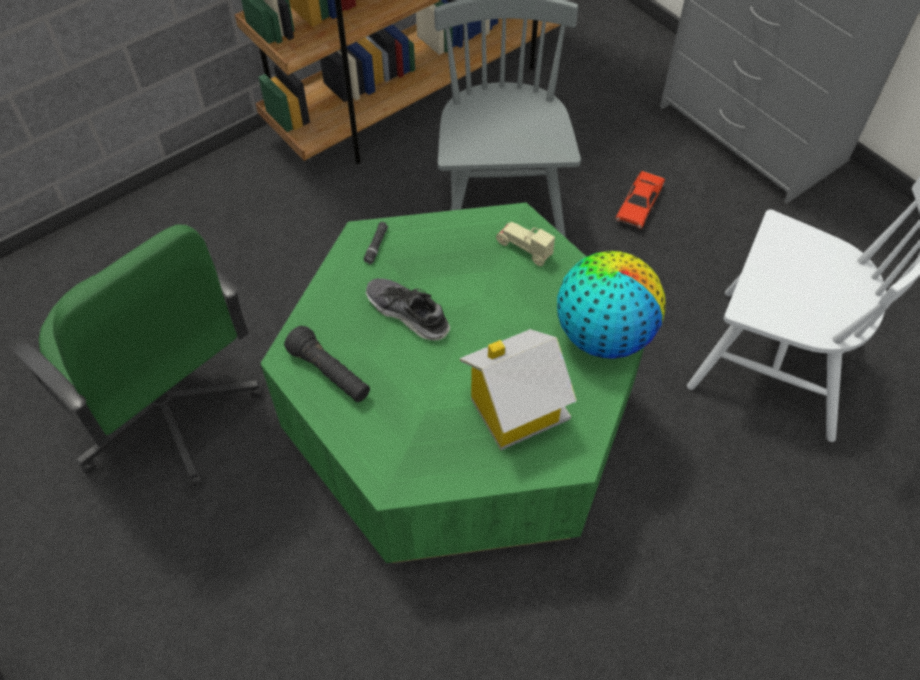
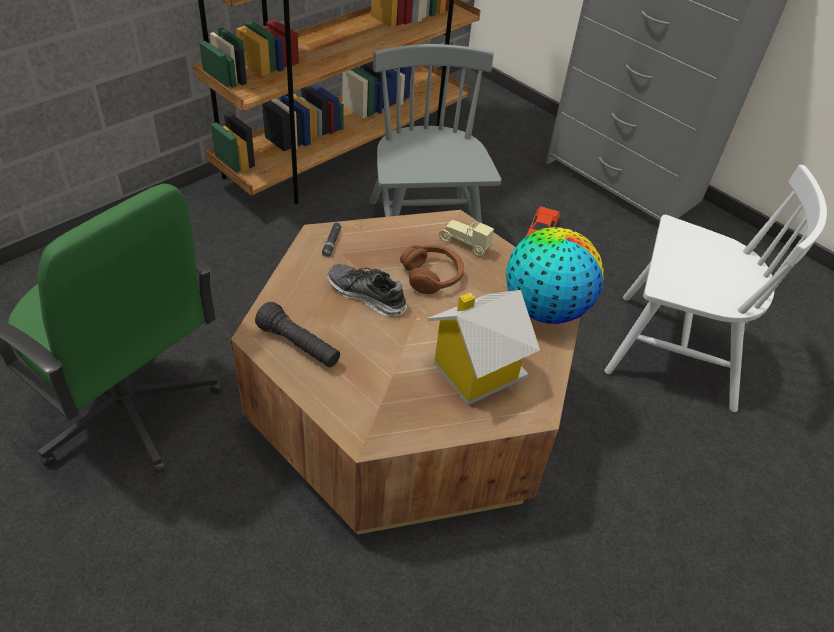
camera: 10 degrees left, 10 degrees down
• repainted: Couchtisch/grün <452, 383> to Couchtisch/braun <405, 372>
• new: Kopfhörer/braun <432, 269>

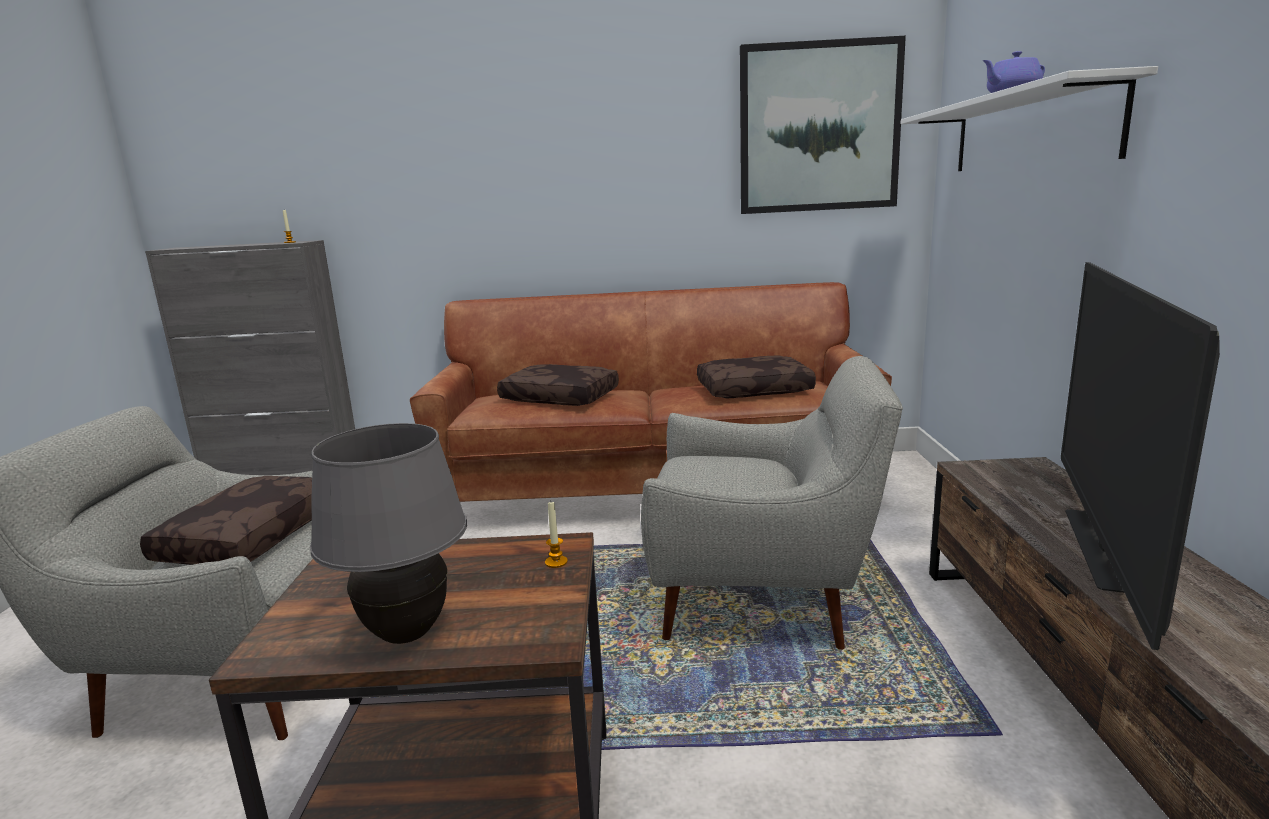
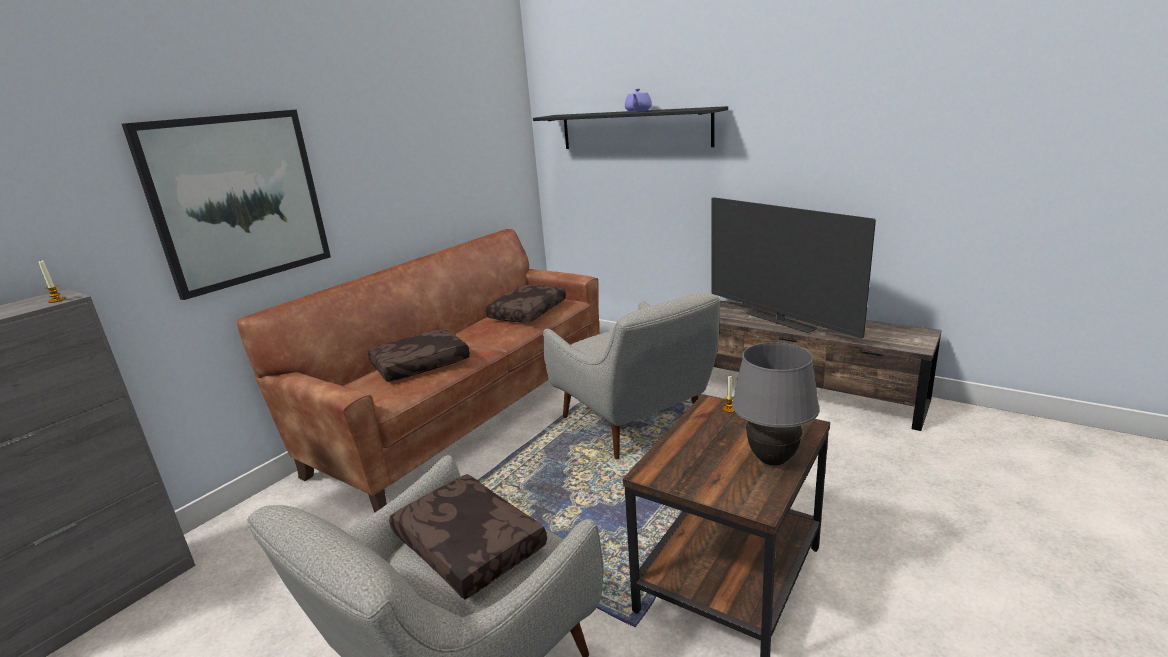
camera: 55 degrees left, 5 degrees up
• rotated: Sessel/grau <772, 503> = <631, 376> 105 degrees clockwise
• shifted: Bild <823, 125> to <226, 204>
• repainted: Wandregal/weiß <1029, 118> to Wandregal/schwarz <630, 127>

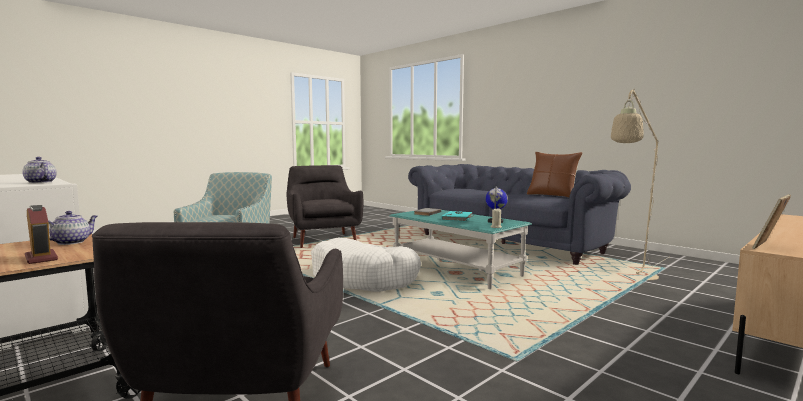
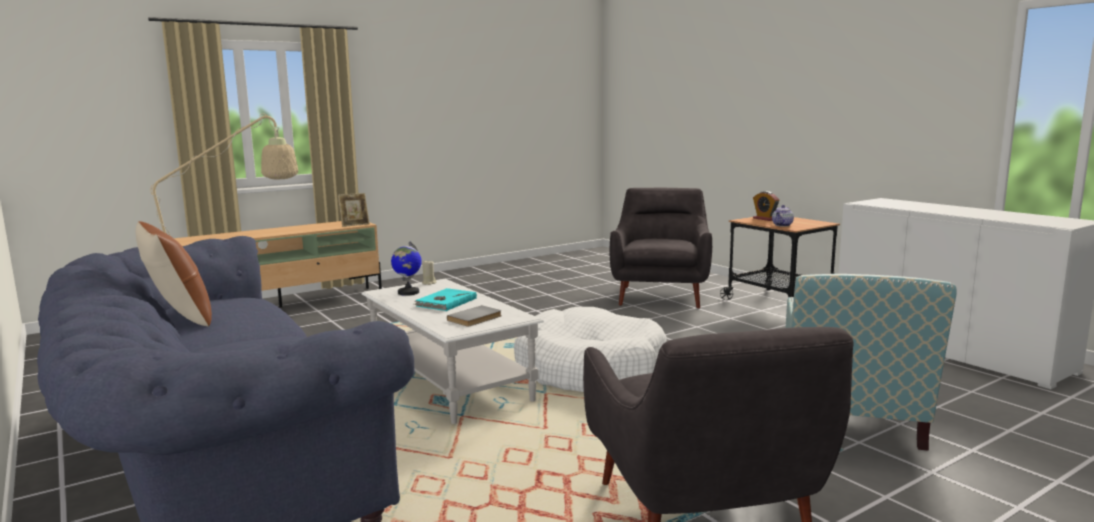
camera: 170 degrees left, 5 degrees up
• gone: Teekanne <39, 170>
• repainted: Couchtisch/türkis <460, 249> to Couchtisch/weiß <452, 351>

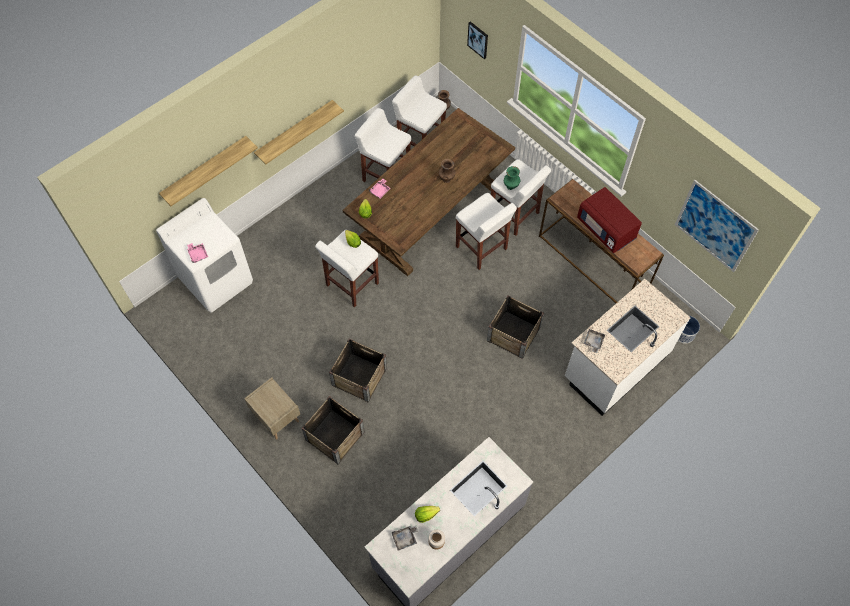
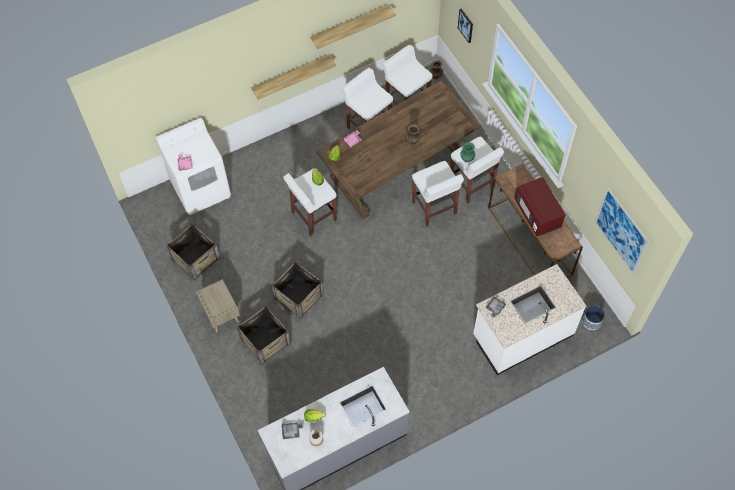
camera: 15 degrees right, 0 degrees up
• shifted: Wandregal <208, 171> to <353, 26>
• shifted: Kiste <515, 327> to <193, 251>

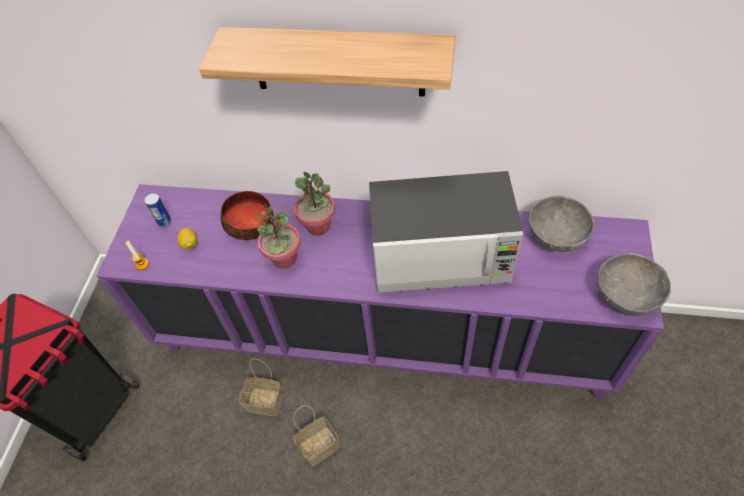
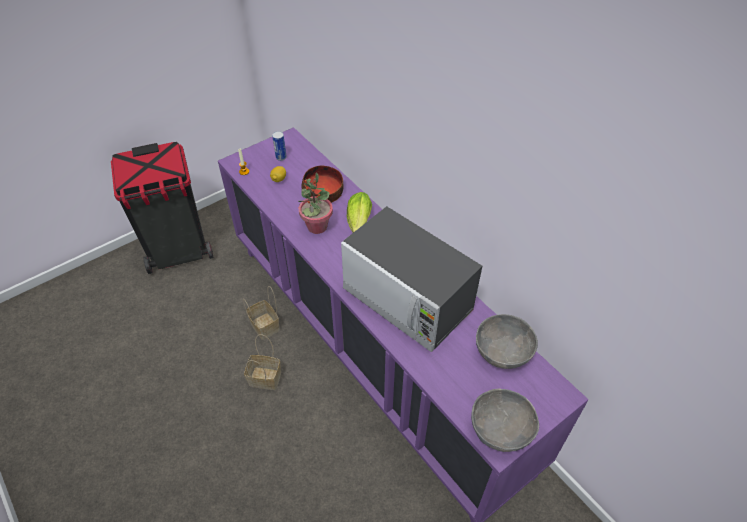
camera: 40 degrees right, 5 degrees down
• gone: Wandregal <327, 62>
• swapped: Topfpflanze <314, 204> to Salatkopf <359, 212>

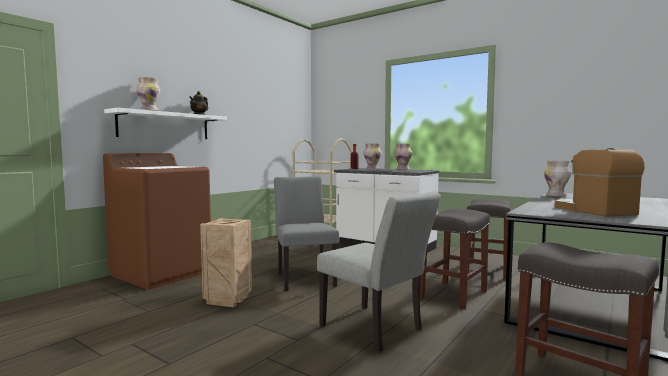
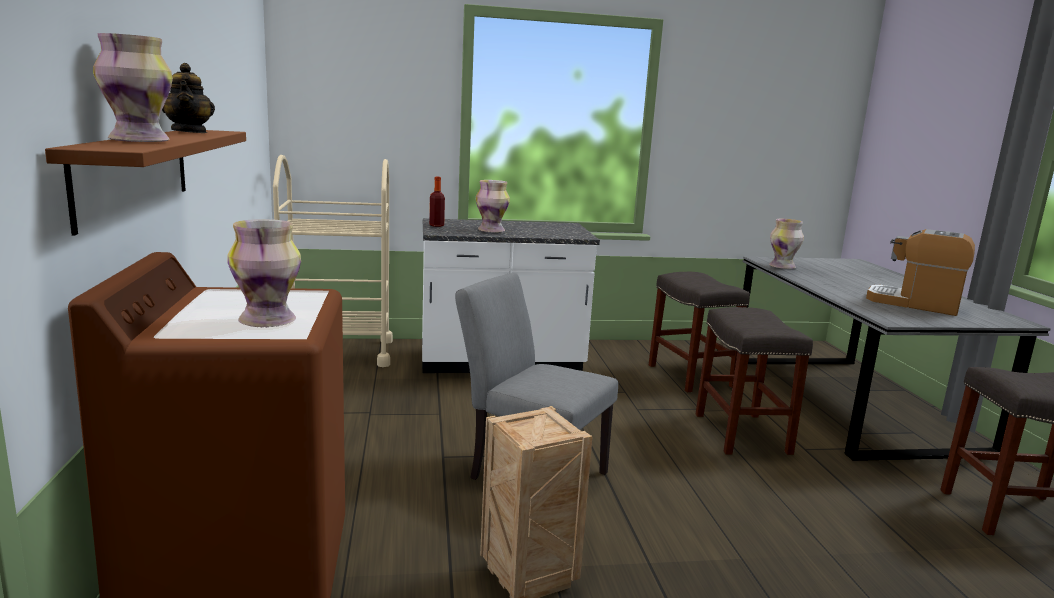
camera: 45 degrees left, 10 degrees up
• repainted: Wandregal/weiß <165, 123> to Wandregal/braun <145, 182>
• gone: Stuhl/grau <379, 271>
• shifted: Vase <403, 157> to <264, 273>

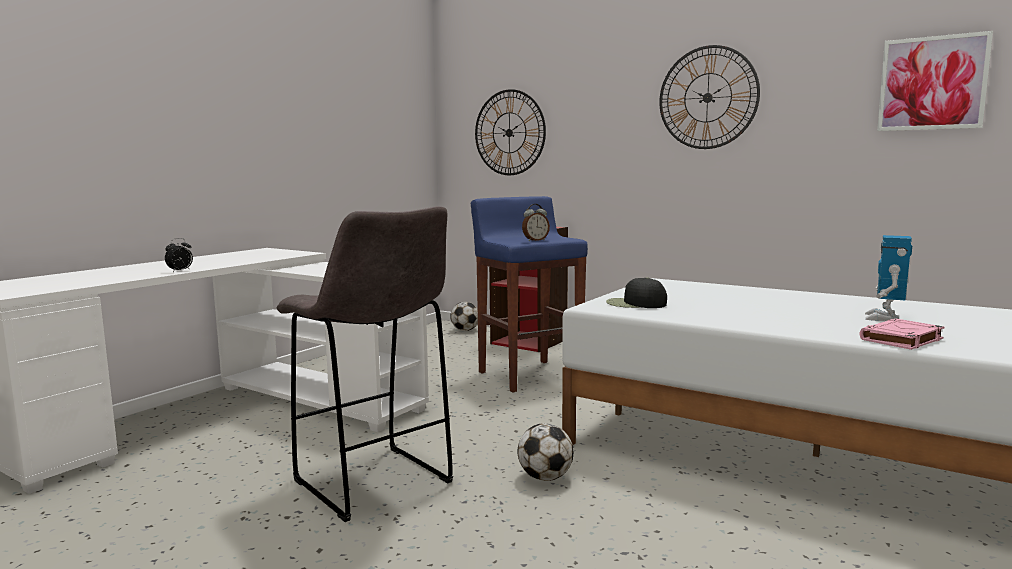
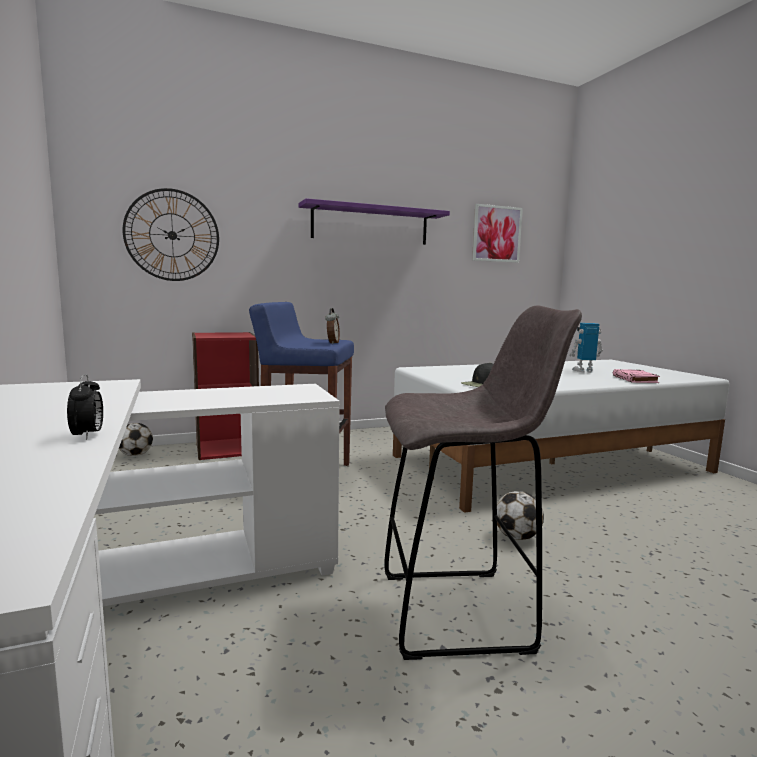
camera: 55 degrees left, 0 degrees up
• swapped: Wanduhr <709, 97> to Wandregal/lila <374, 221>
• rotated: Spielzeugroboter <888, 278> = <586, 348> 120 degrees clockwise

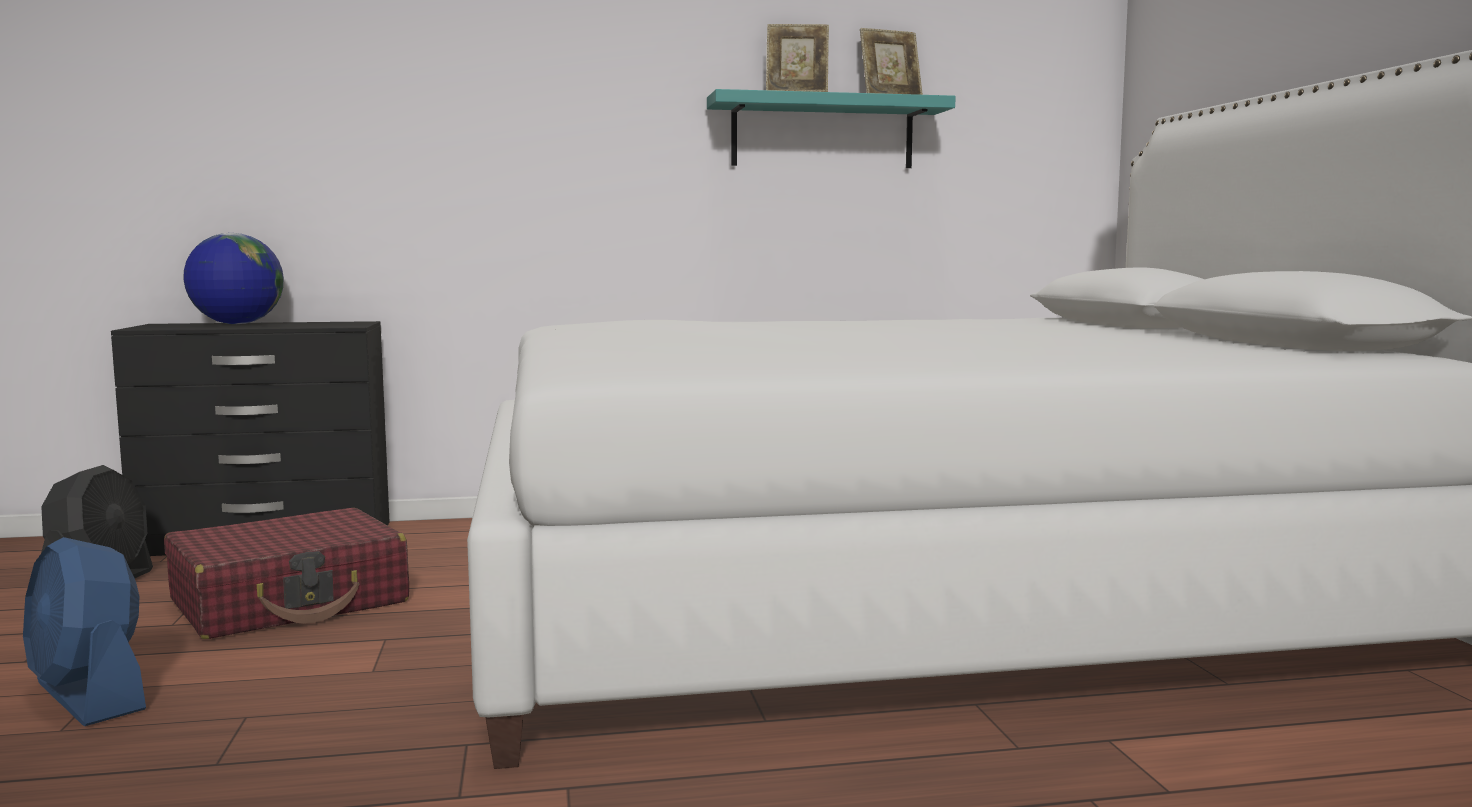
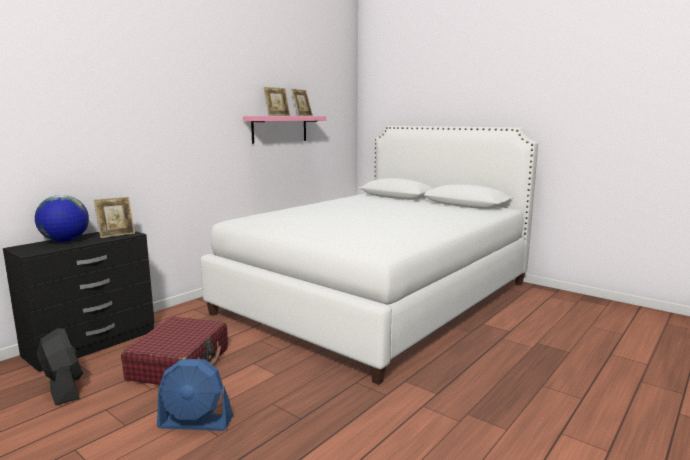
camera: 40 degrees left, 5 degrees up
• repainted: Wandregal/türkis <831, 128> to Wandregal/rosa <284, 130>
• new: Bilderrahmen <114, 217>

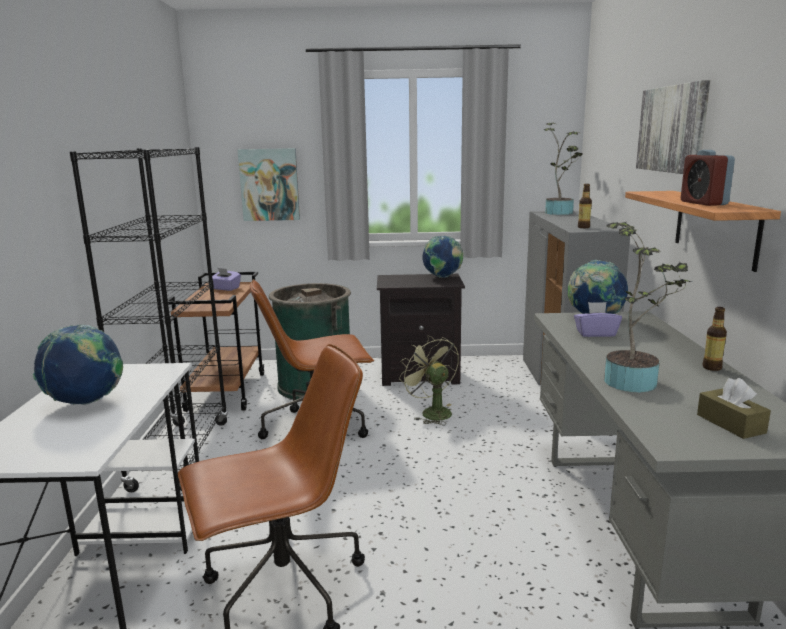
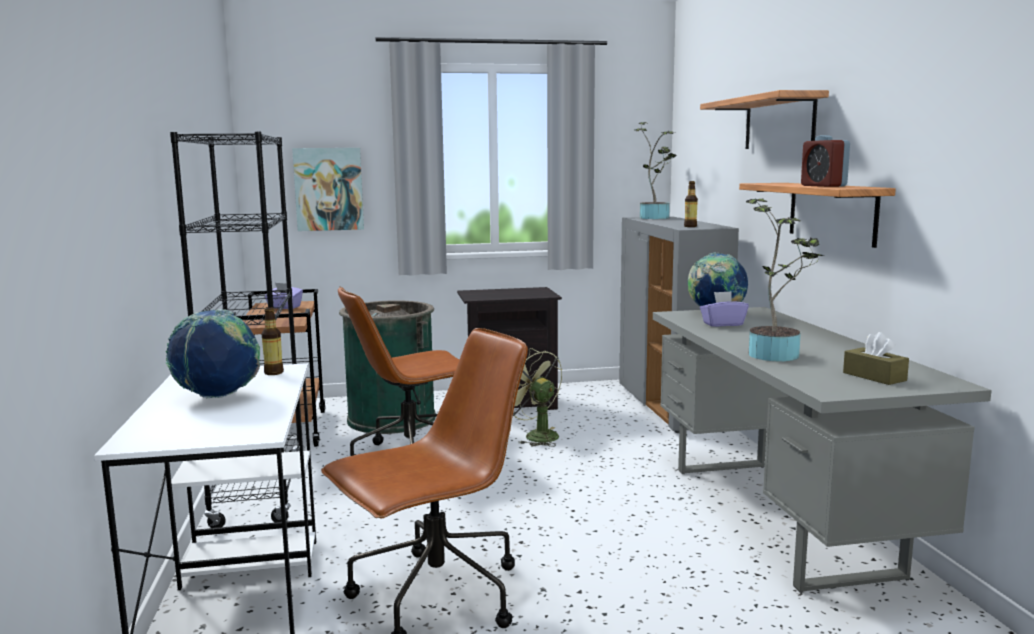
camera: 10 degrees left, 5 degrees down
• gone: Globus <443, 257>
• swapped: Bild <673, 127> to Wandregal <764, 119>
• shifted: Flasche <714, 339> to <273, 341>

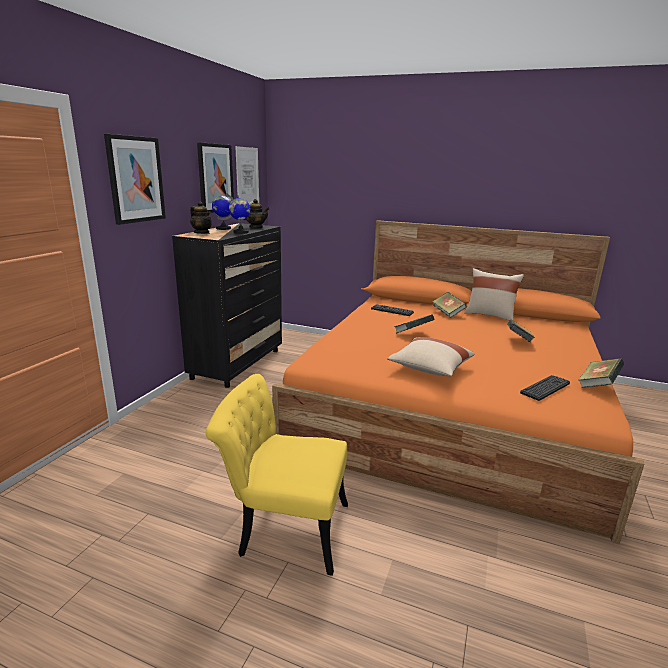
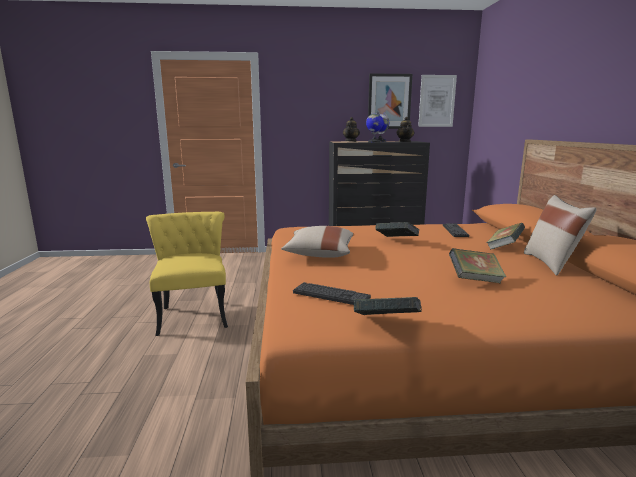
camera: 65 degrees right, 5 degrees down
• gone: Bild <135, 179>

